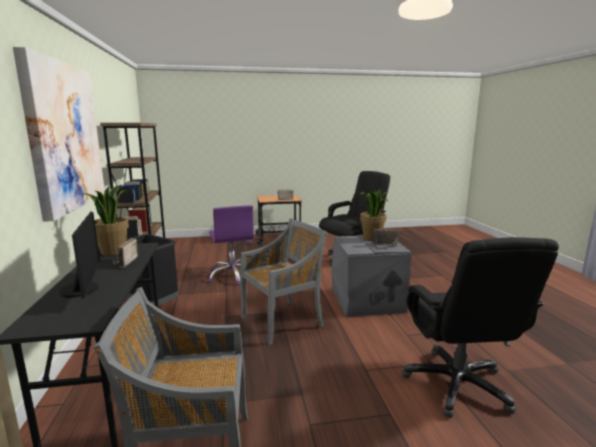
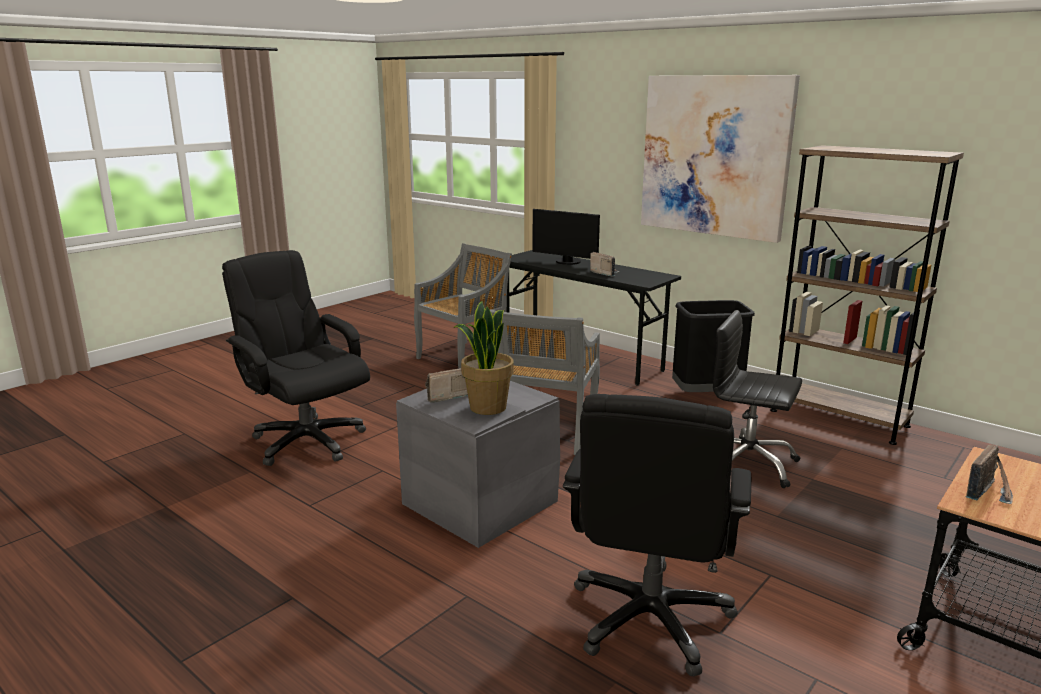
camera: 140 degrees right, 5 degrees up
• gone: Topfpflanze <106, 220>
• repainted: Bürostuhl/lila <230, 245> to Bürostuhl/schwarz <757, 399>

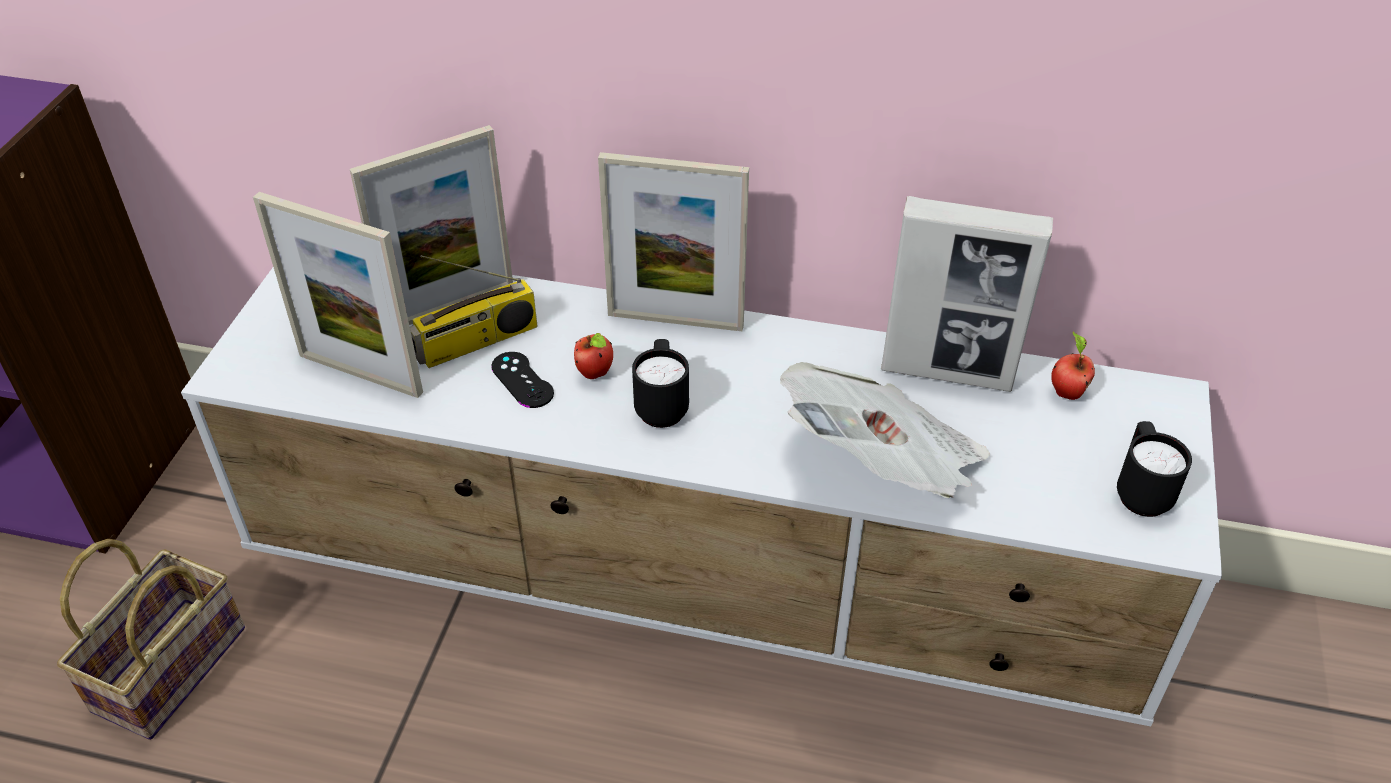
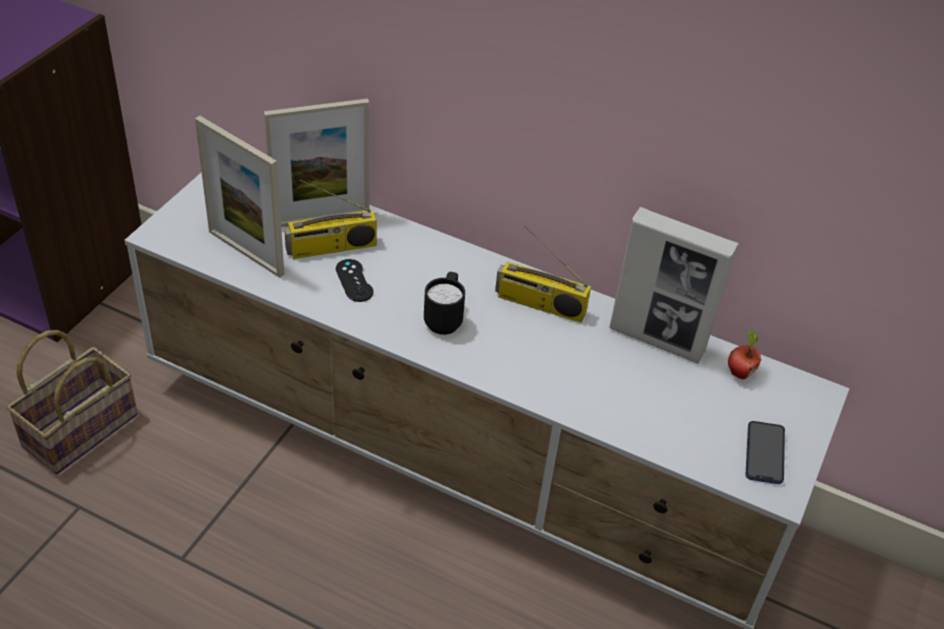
camera: 10 degrees right, 0 degrees up
• gone: Apfel <593, 356>
• gone: Bilderrahmen <673, 241>
• gone: Zeitung <885, 430>
• swapped: Henkelbecher/schwarz <1154, 469> to Handy <765, 452>
• new: Radio <543, 274>

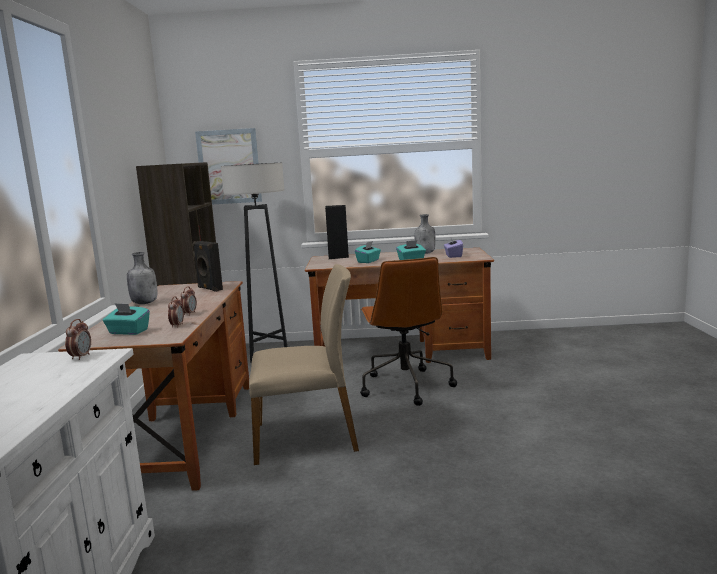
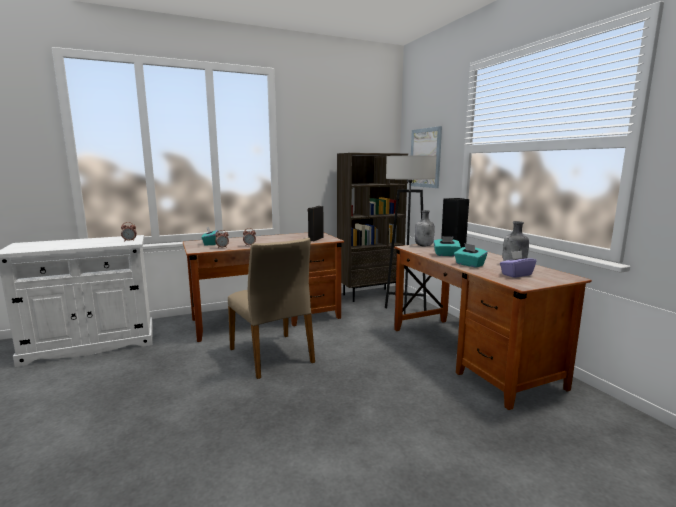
camera: 65 degrees right, 0 degrees up
• shifted: Flasche/grau <142, 278> to <425, 228>
• gone: Bürostuhl/braun <408, 331>

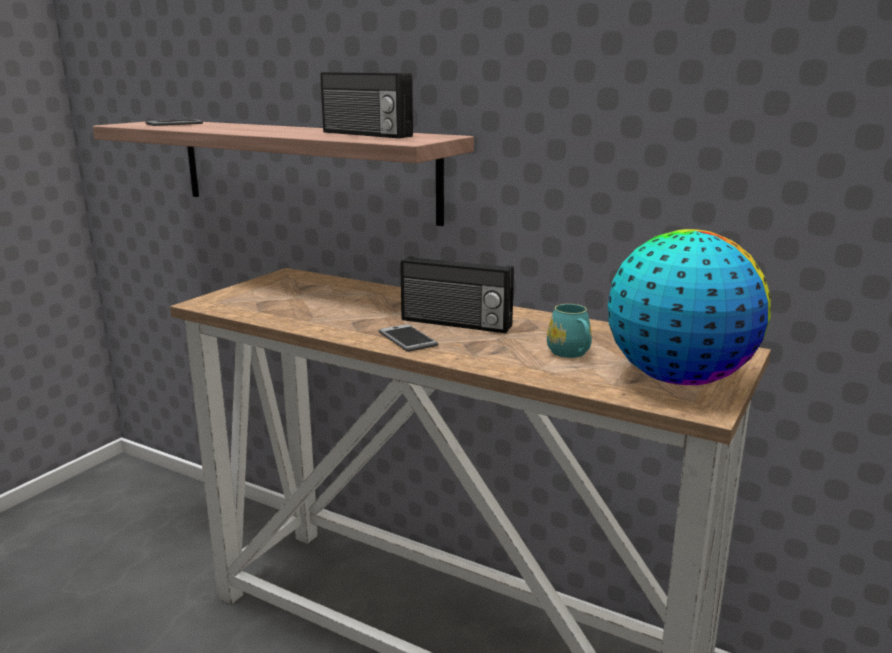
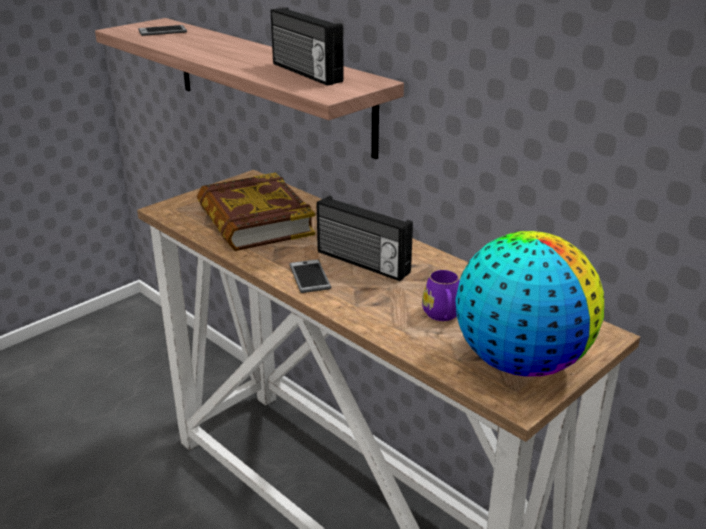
camera: 15 degrees right, 10 degrees up
• repainted: Henkelbecher/türkis <569, 331> to Henkelbecher/lila <441, 295>
• new: Buch <256, 212>

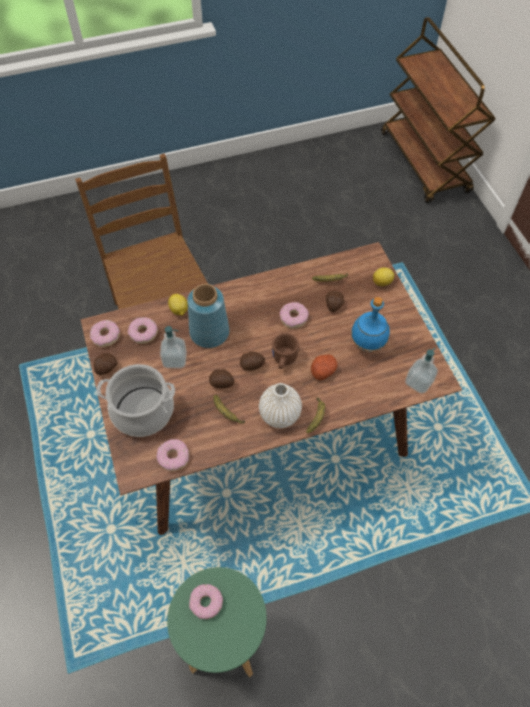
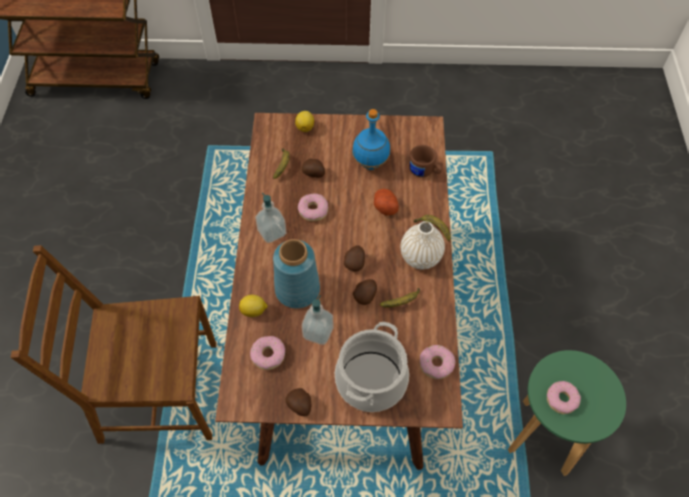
camera: 70 degrees left, 0 degrees up
• gone: Donut <105, 333>
• shifted: Henkelbecher/braun <285, 351> to <425, 161>
• shifted: Seifenspender <421, 371> to <270, 218>

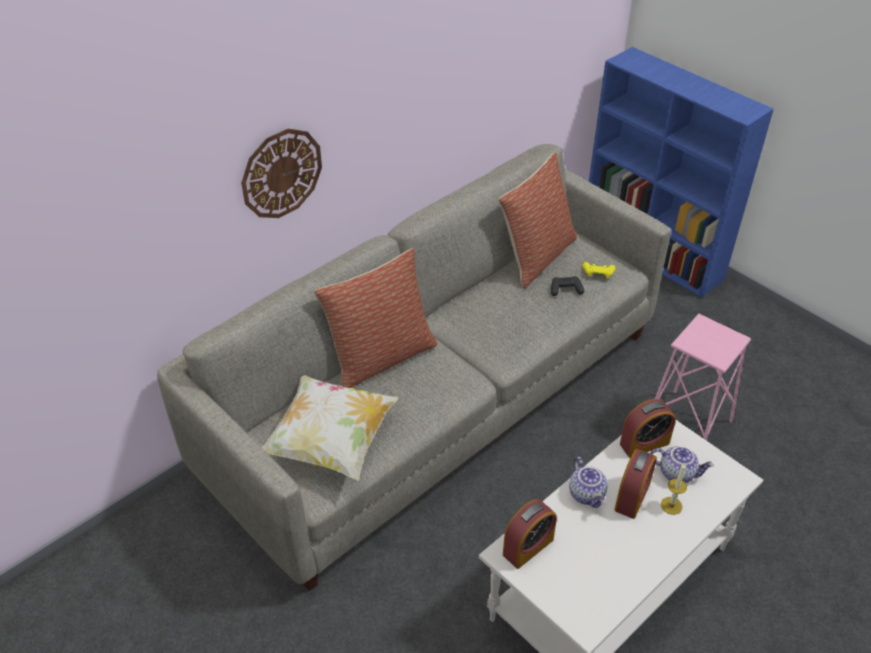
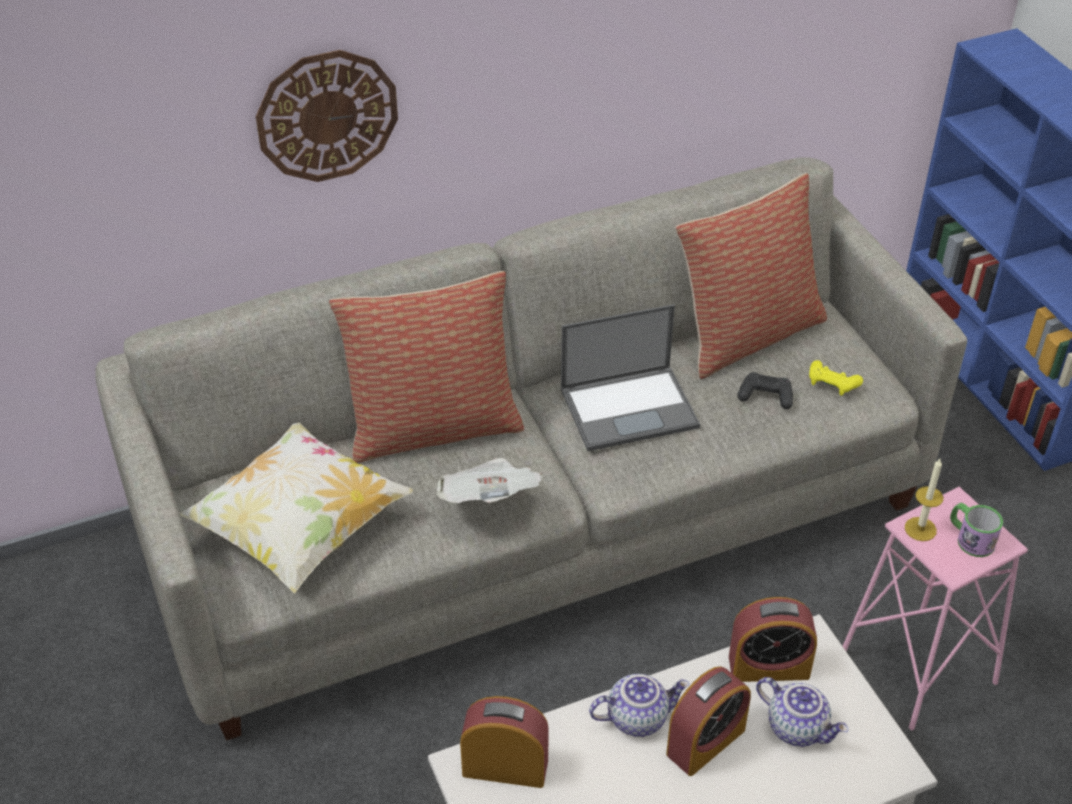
camera: 20 degrees right, 0 degrees up
• rotated: Wecker <530, 534> = <504, 742> 150 degrees counterclockwise
• rotated: Teekanne <588, 482> = <639, 705> 105 degrees counterclockwise
• shifted: Kerze <674, 489> to <924, 500>
• new: Zeitung <489, 480>
• new: Laptop <630, 377>
• new: Henkelbecher <976, 530>

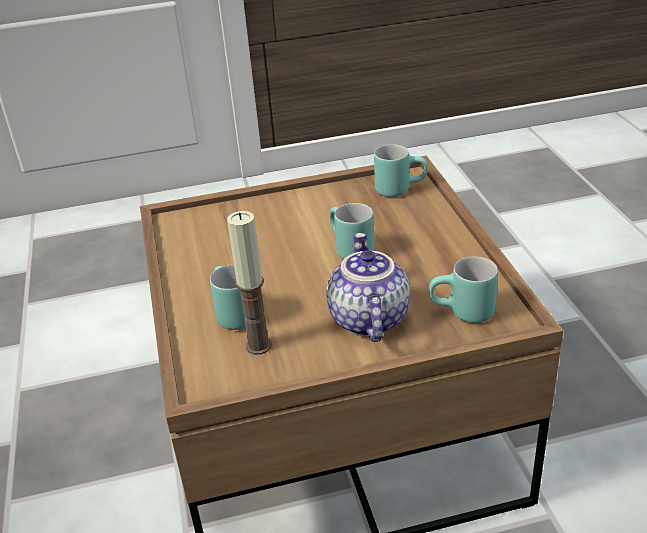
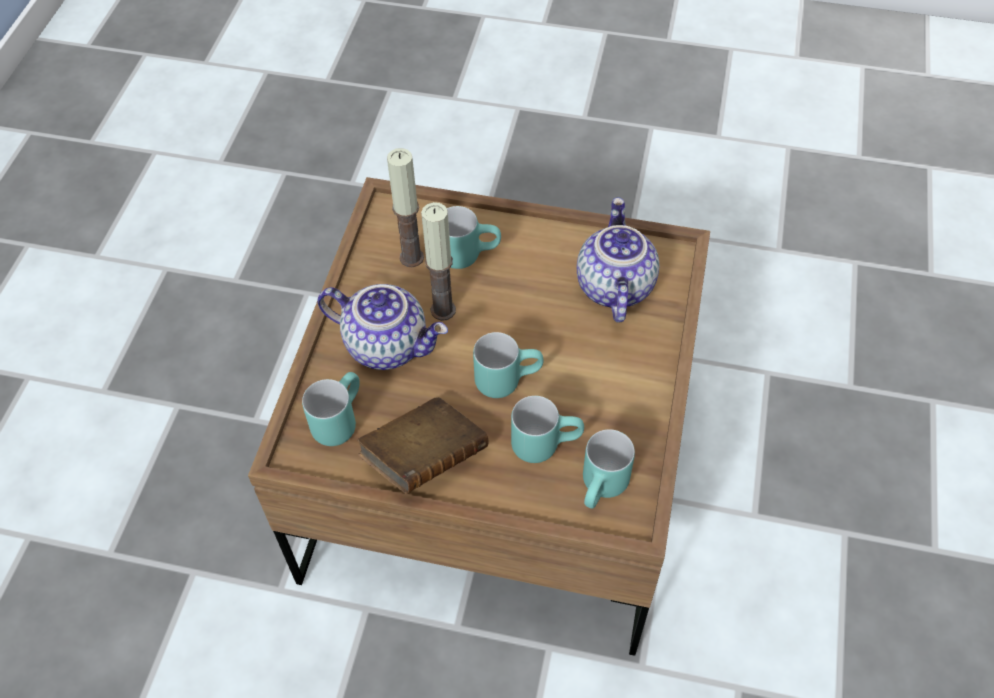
camera: 115 degrees right, 20 degrees up
• new: Buch/braun <422, 445>
• new: Kerze <438, 261>
• new: Henkelbecher/türkis <547, 429>
• new: Teekanne <618, 260>

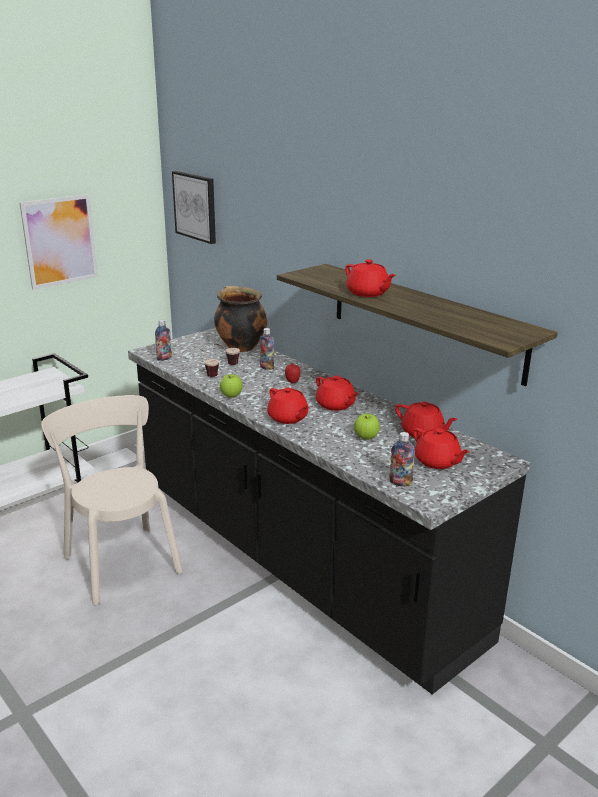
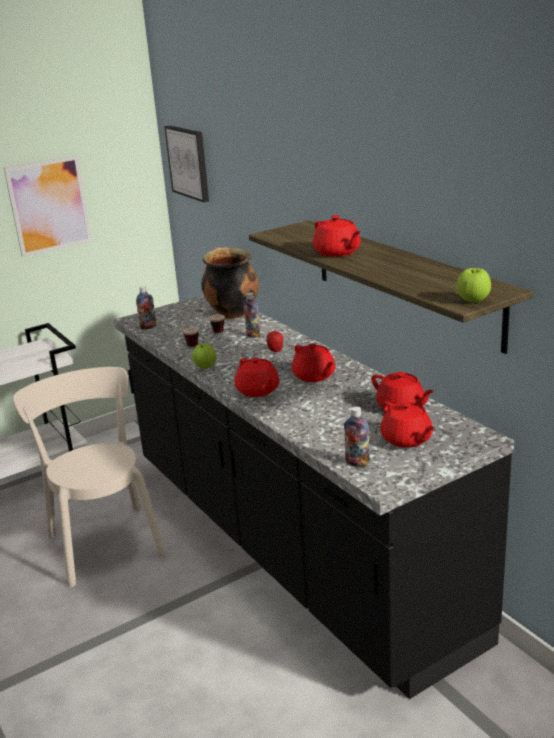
camera: 10 degrees right, 0 degrees up
• shifted: Apfel <367, 426> to <473, 285>

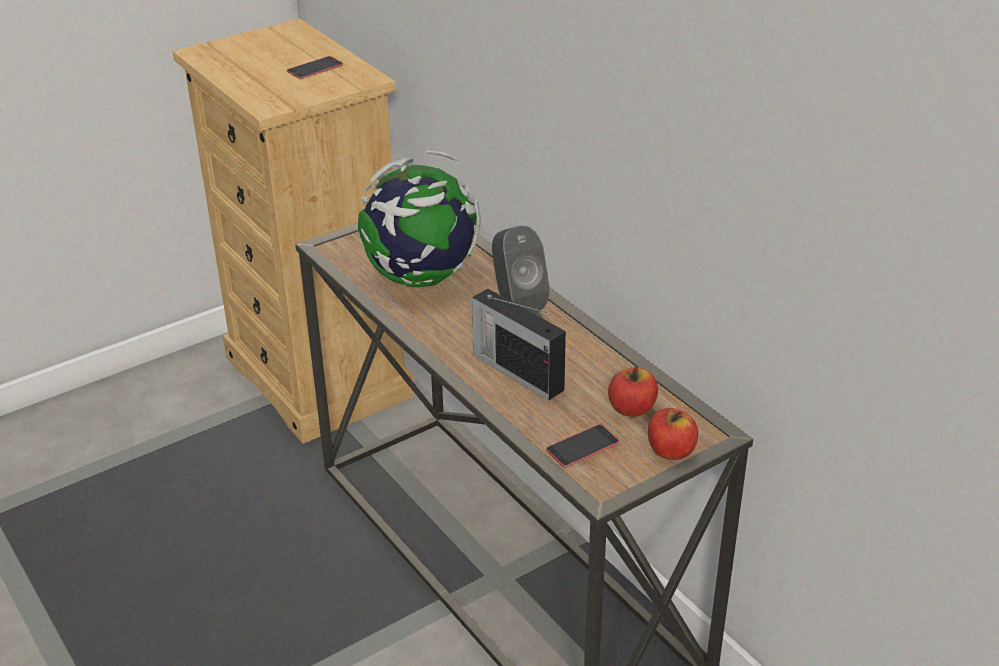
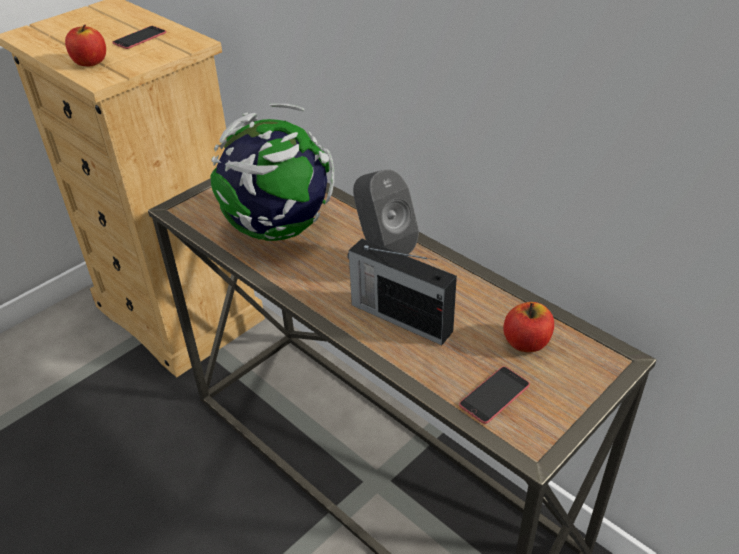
camera: 10 degrees left, 5 degrees up
• shifted: Apfel <673, 434> to <85, 45>

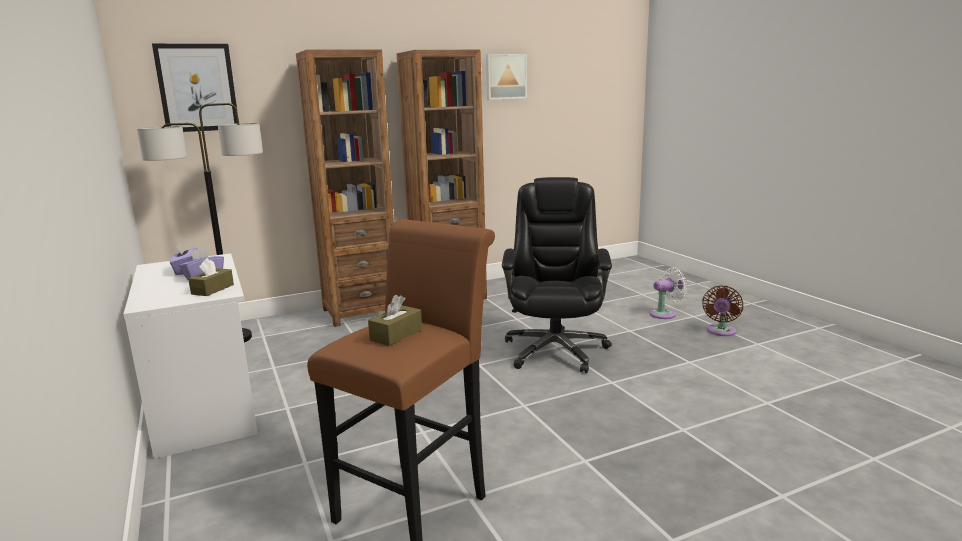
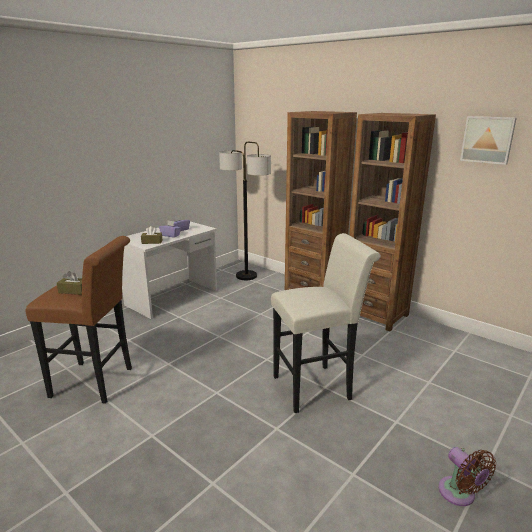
camera: 65 degrees right, 5 degrees up
• gone: Bild <195, 88>
• swapped: Bürostuhl/schwarz <557, 275> to Hocker/weiß <326, 323>
• gone: Ventilator/weiß <668, 293>
• rotated: Ventilator/braun <722, 311> = <467, 476> 120 degrees counterclockwise

